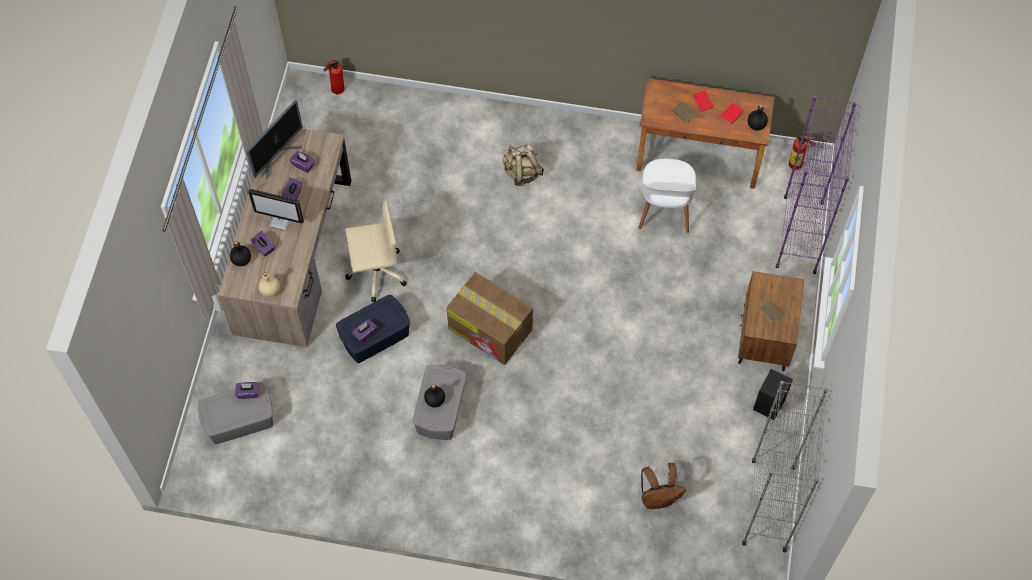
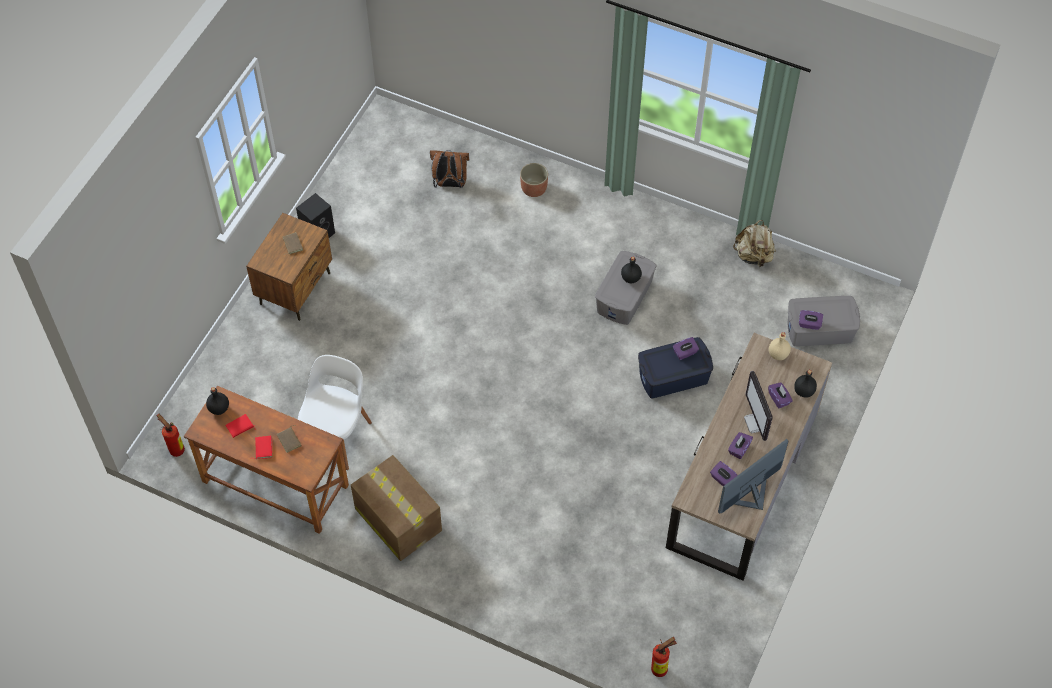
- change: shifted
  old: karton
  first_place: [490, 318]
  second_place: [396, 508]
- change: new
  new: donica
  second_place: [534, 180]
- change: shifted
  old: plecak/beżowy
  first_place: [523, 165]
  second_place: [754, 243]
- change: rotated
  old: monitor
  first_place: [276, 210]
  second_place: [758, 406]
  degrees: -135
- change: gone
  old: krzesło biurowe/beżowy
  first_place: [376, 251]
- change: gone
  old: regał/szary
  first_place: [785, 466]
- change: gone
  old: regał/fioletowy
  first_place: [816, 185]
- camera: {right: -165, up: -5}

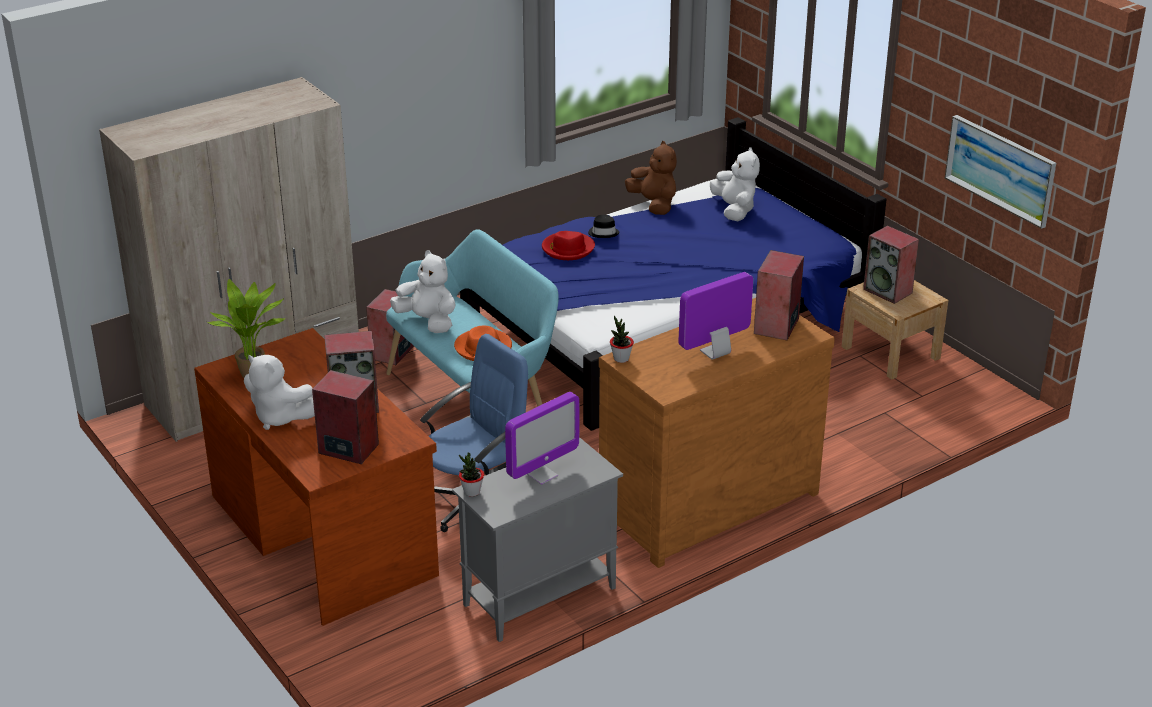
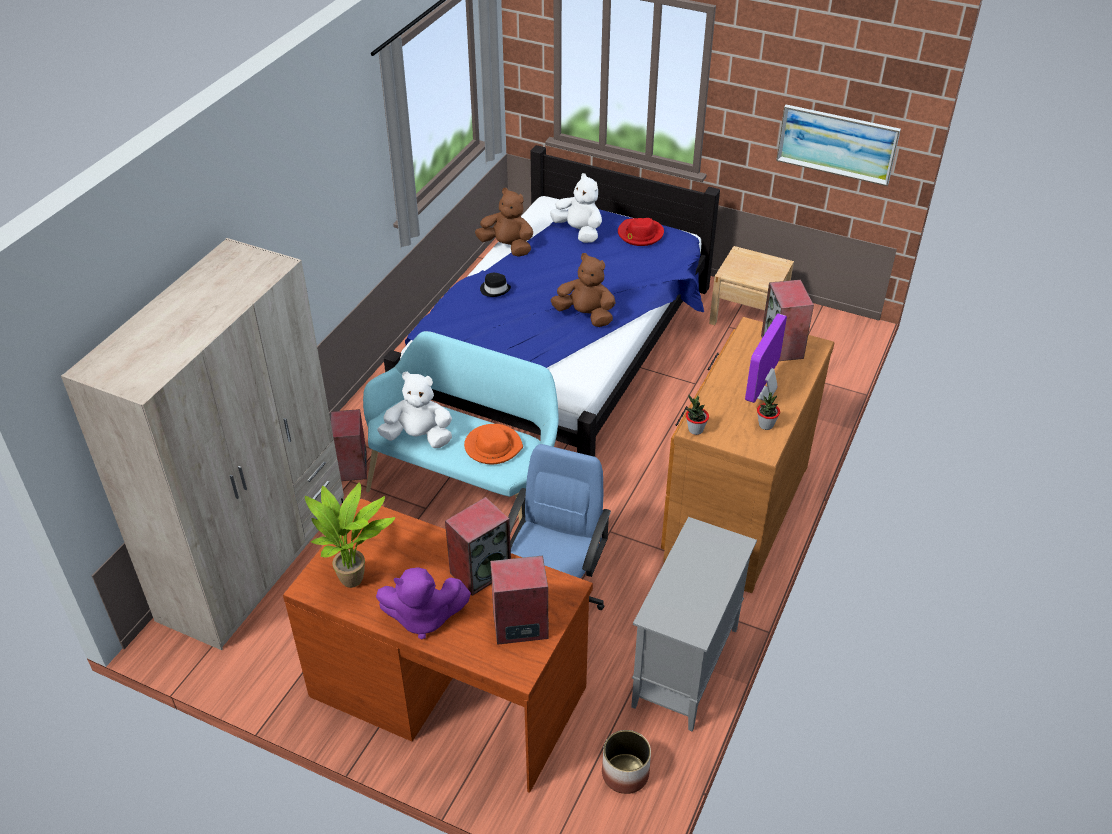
- change: repainted
  old: pluszak/biały
  new: pluszak/fioletowy
  first_place: [279, 392]
  second_place: [423, 603]
- change: new
  new: pluszak/brązowy
  second_place: [583, 290]
- change: new
  new: donica
  second_place: [626, 762]
- change: shifted
  old: kapelusz/czerwony
  first_place: [568, 245]
  second_place: [641, 232]
- change: shifted
  old: roślina doniczkowa
  first_place: [471, 475]
  second_place: [768, 411]
- change: gone
  old: monitor
  first_place: [542, 438]
- change: gone
  old: głośnik
  first_place: [891, 265]
- camera: {right: -30, up: 10}

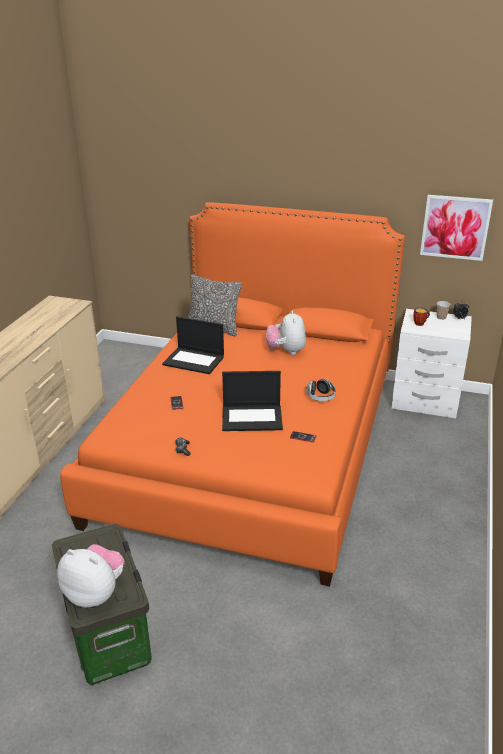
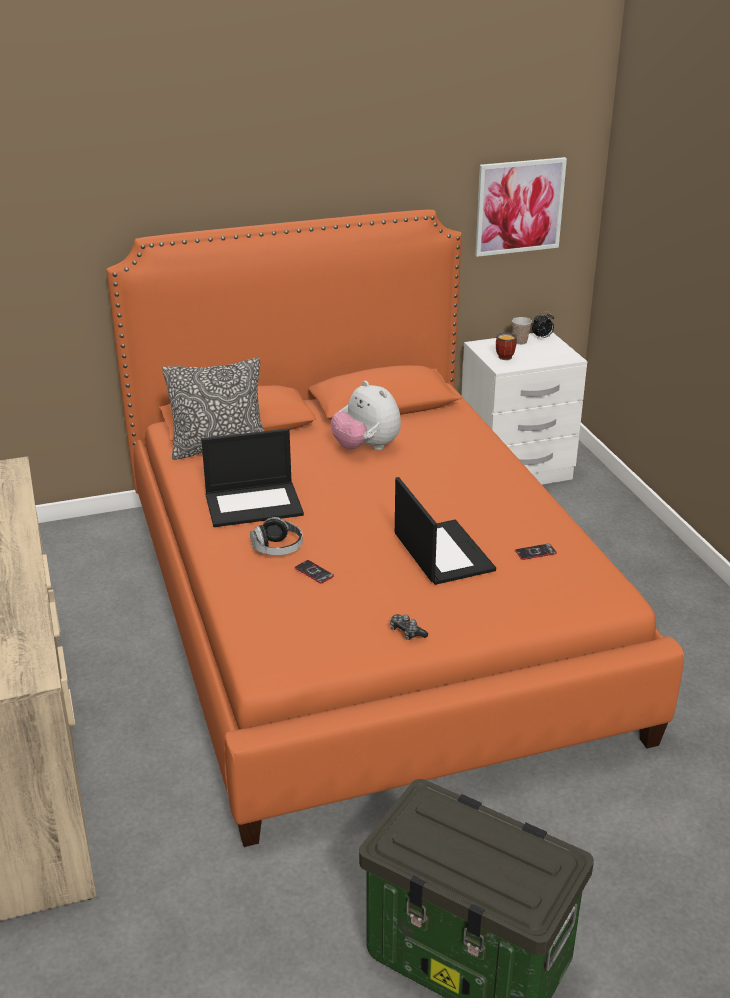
- change: shifted
  old: słuchawki
  first_place: [321, 390]
  second_place: [276, 536]
- change: rotated
  old: laptop
  first_place: [252, 401]
  second_place: [445, 531]
  degrees: -75
- change: gone
  old: pluszak
  first_place: [91, 575]
- camera: {right: -35, up: 0}

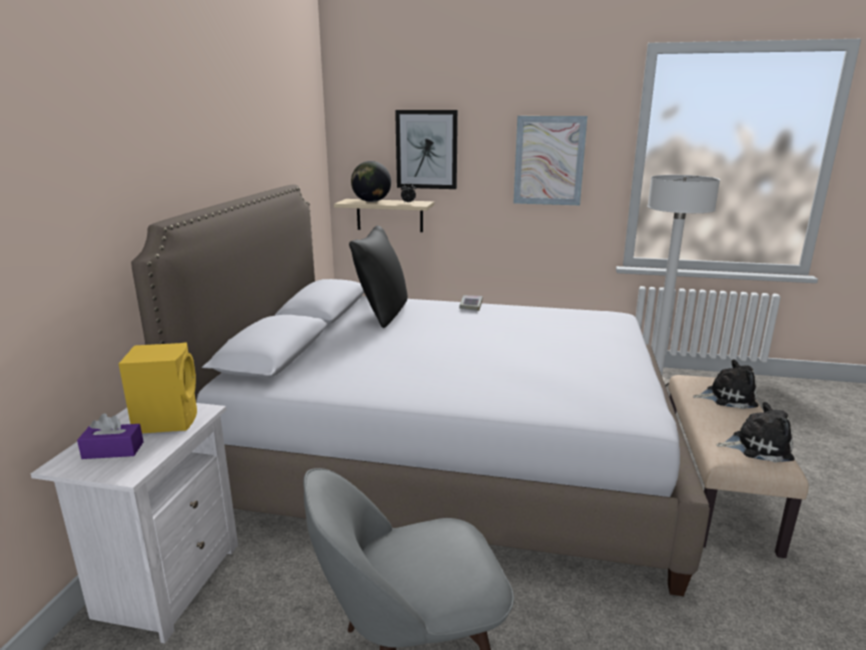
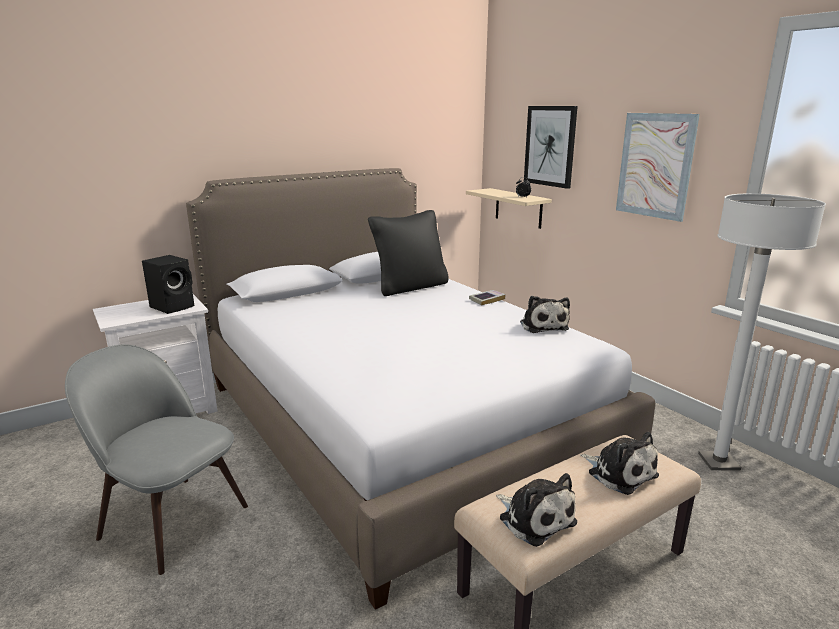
- change: repainted
  old: głośnik/żółty
  new: głośnik/czarny
  first_place: [158, 387]
  second_place: [168, 284]
- change: new
  new: pluszak
  second_place: [545, 314]
- change: gone
  old: pudełko chusteczek/fioletowy
  first_place: [110, 436]
- change: gone
  old: globus
  first_place: [371, 181]
- camera: {right: 45, up: 0}

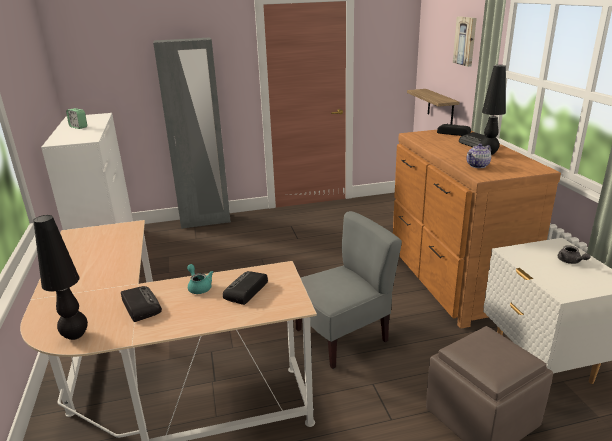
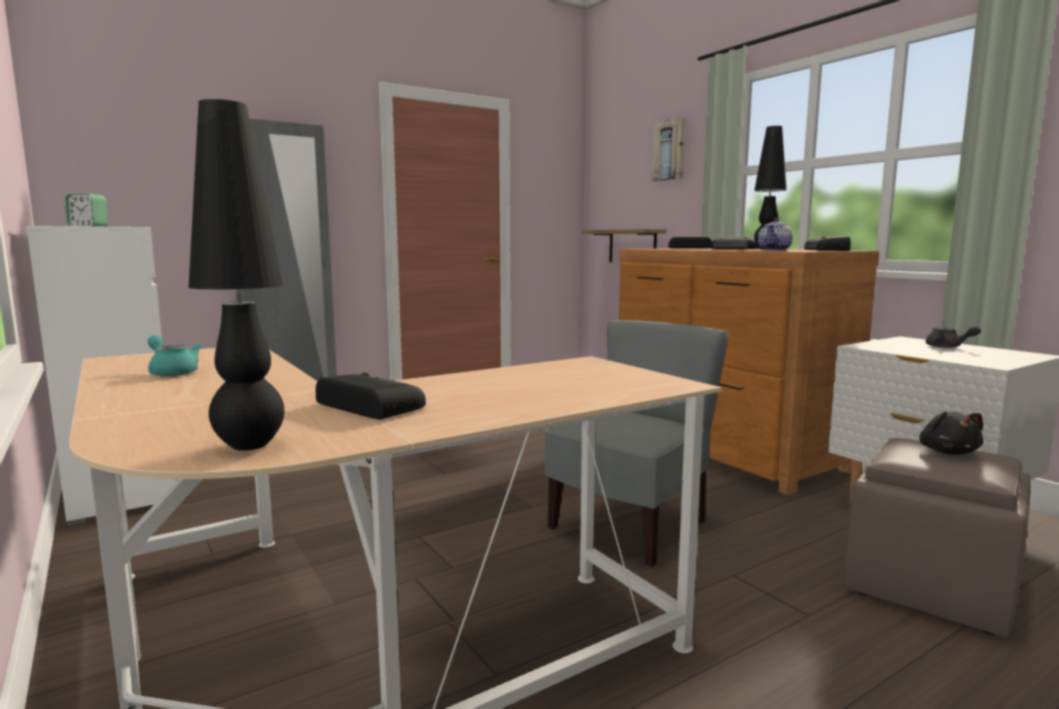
- change: shifted
  old: imbryk/turkusowy
  first_place: [200, 279]
  second_place: [175, 355]
- change: shifted
  old: radio
  first_place: [245, 288]
  second_place: [827, 243]
- change: new
  new: pluszak/czarny
  second_place: [952, 433]
- camera: {right: -20, up: -15}

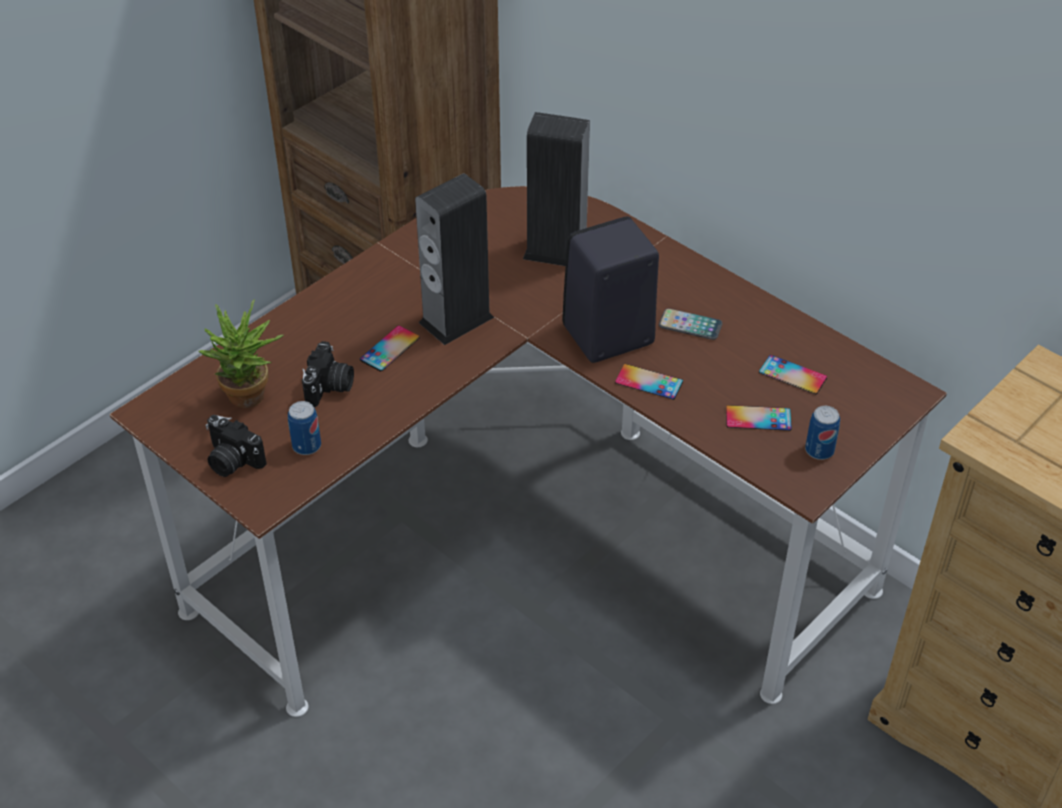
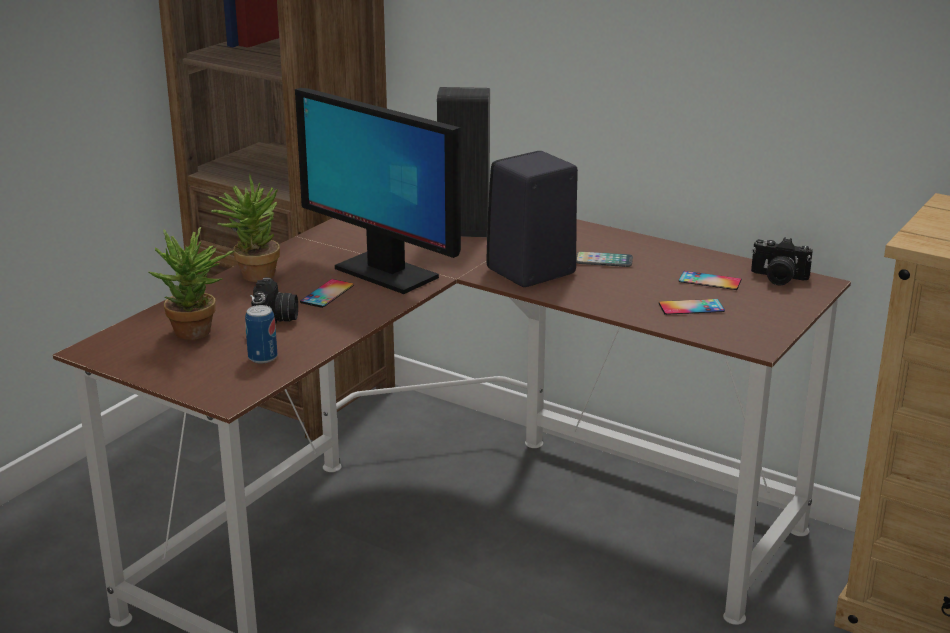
- change: new
  new: roślina doniczkowa
  second_place: [244, 228]
- change: swapped
  old: głośnik
  new: monitor
  first_place: [454, 259]
  second_place: [378, 191]
- change: shifted
  old: aparat fotograficzny
  first_place: [235, 446]
  second_place: [782, 261]
- change: gone
  old: telefon
  first_place: [649, 382]
- change: gone
  old: puszka
  first_place: [822, 433]
- camera: {right: -10, up: -20}

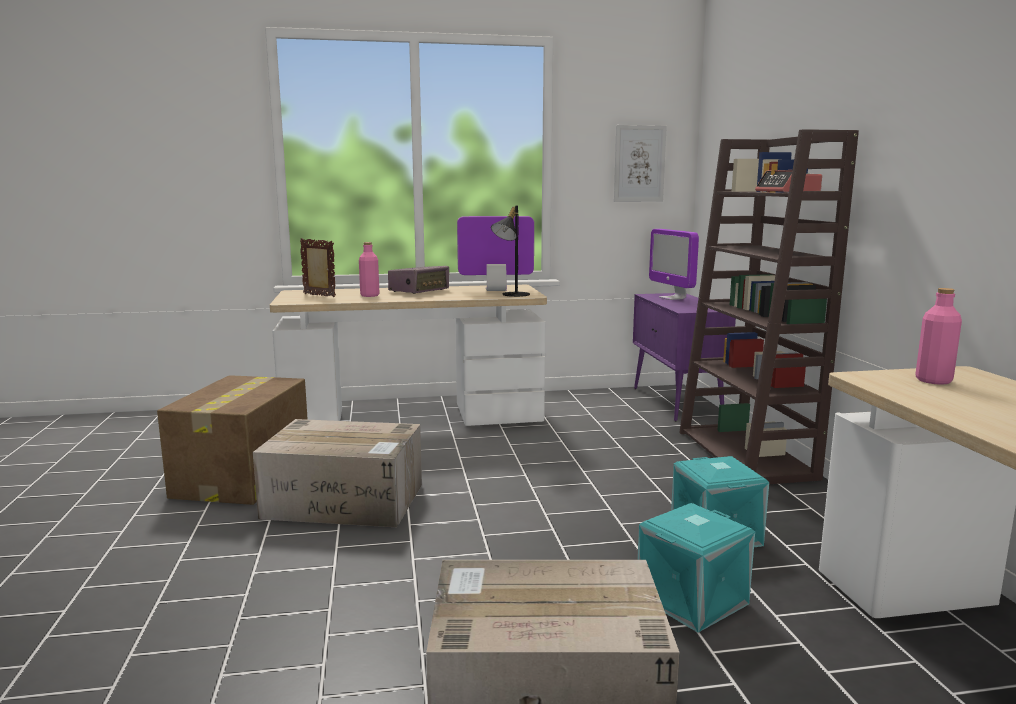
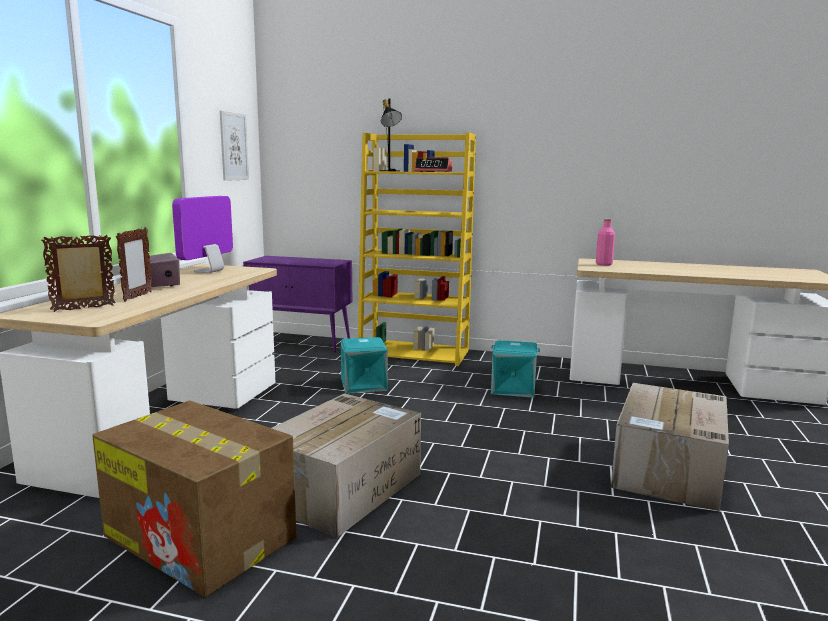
- change: swapped
  old: butelka/różowy
  new: ramka na zdjęcie
  first_place: [369, 269]
  second_place: [134, 264]
- change: shifted
  old: pojemnik do przechowywania/turkusowy
  first_place: [696, 568]
  second_place: [364, 365]
- change: repainted
  old: regał/brązowy
  new: regał/żółty
  first_place: [769, 306]
  second_place: [417, 249]
- change: shifted
  old: lampa stołowa/czarny
  first_place: [510, 251]
  second_place: [391, 134]
- change: gone
  old: monitor
  first_place: [674, 264]
- camera: {right: -65, up: 0}

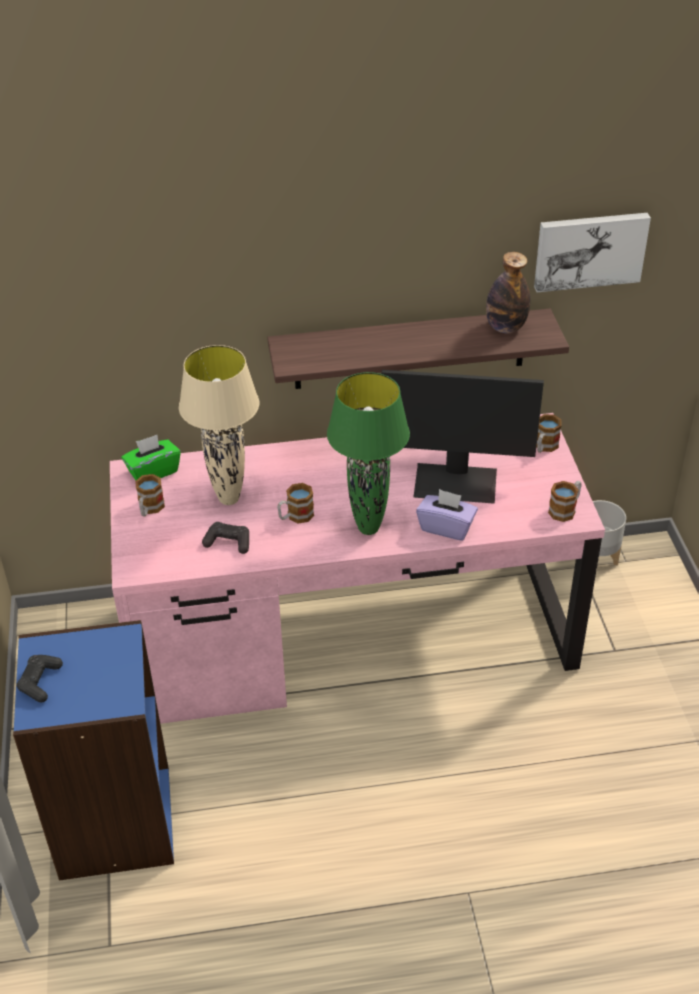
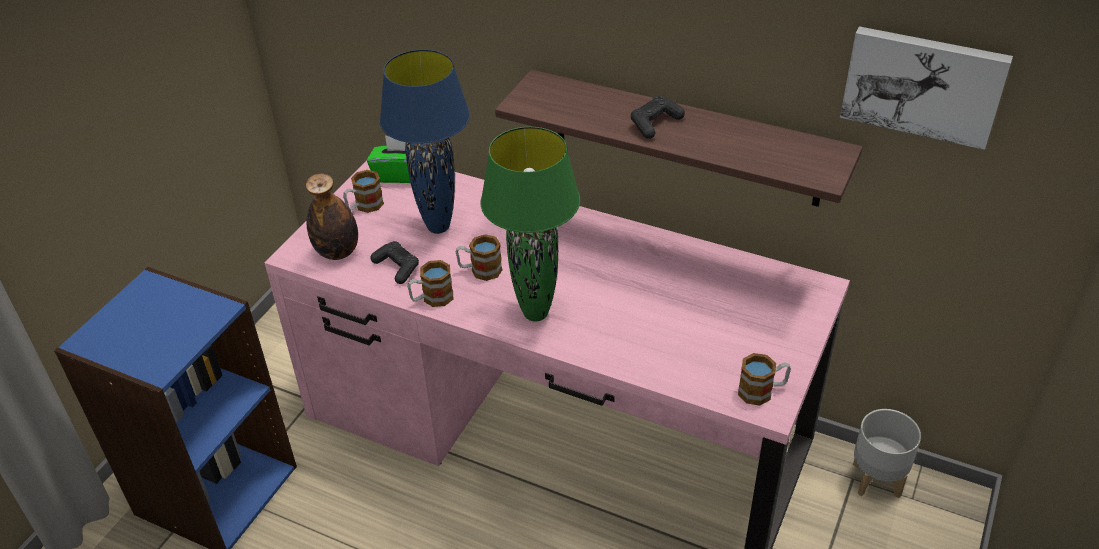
- change: shifted
  old: butelka
  first_place: [508, 292]
  second_place: [332, 217]
- change: repainted
  old: lampa stołowa/beżowy
  new: lampa stołowa/niebieski
  first_place: [219, 425]
  second_place: [425, 141]
- change: shifted
  old: kubek
  first_place: [549, 433]
  second_place: [430, 283]
- change: shifted
  old: pad do gier/czarny
  first_place: [39, 678]
  second_place: [658, 117]
- change: gone
  old: monitor
  first_place: [462, 437]
- change: gone
  old: pudełko chusteczek/fioletowy
  first_place: [447, 515]
- camera: {right: 35, up: 0}

